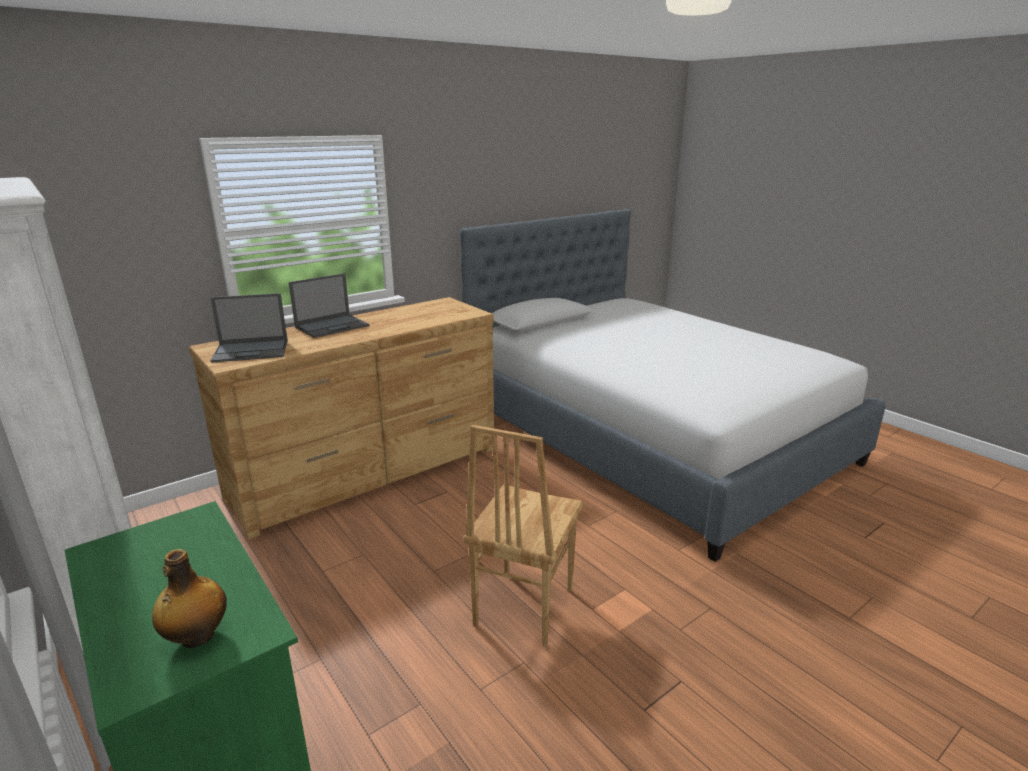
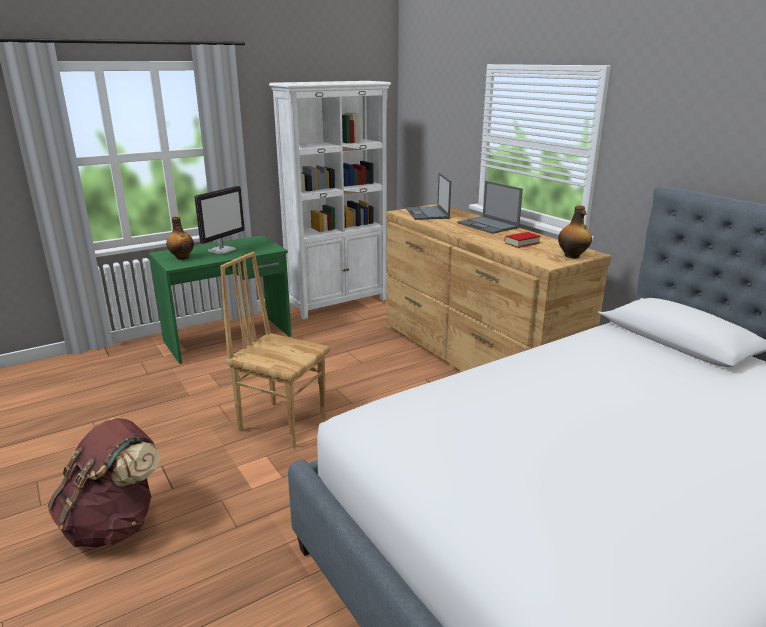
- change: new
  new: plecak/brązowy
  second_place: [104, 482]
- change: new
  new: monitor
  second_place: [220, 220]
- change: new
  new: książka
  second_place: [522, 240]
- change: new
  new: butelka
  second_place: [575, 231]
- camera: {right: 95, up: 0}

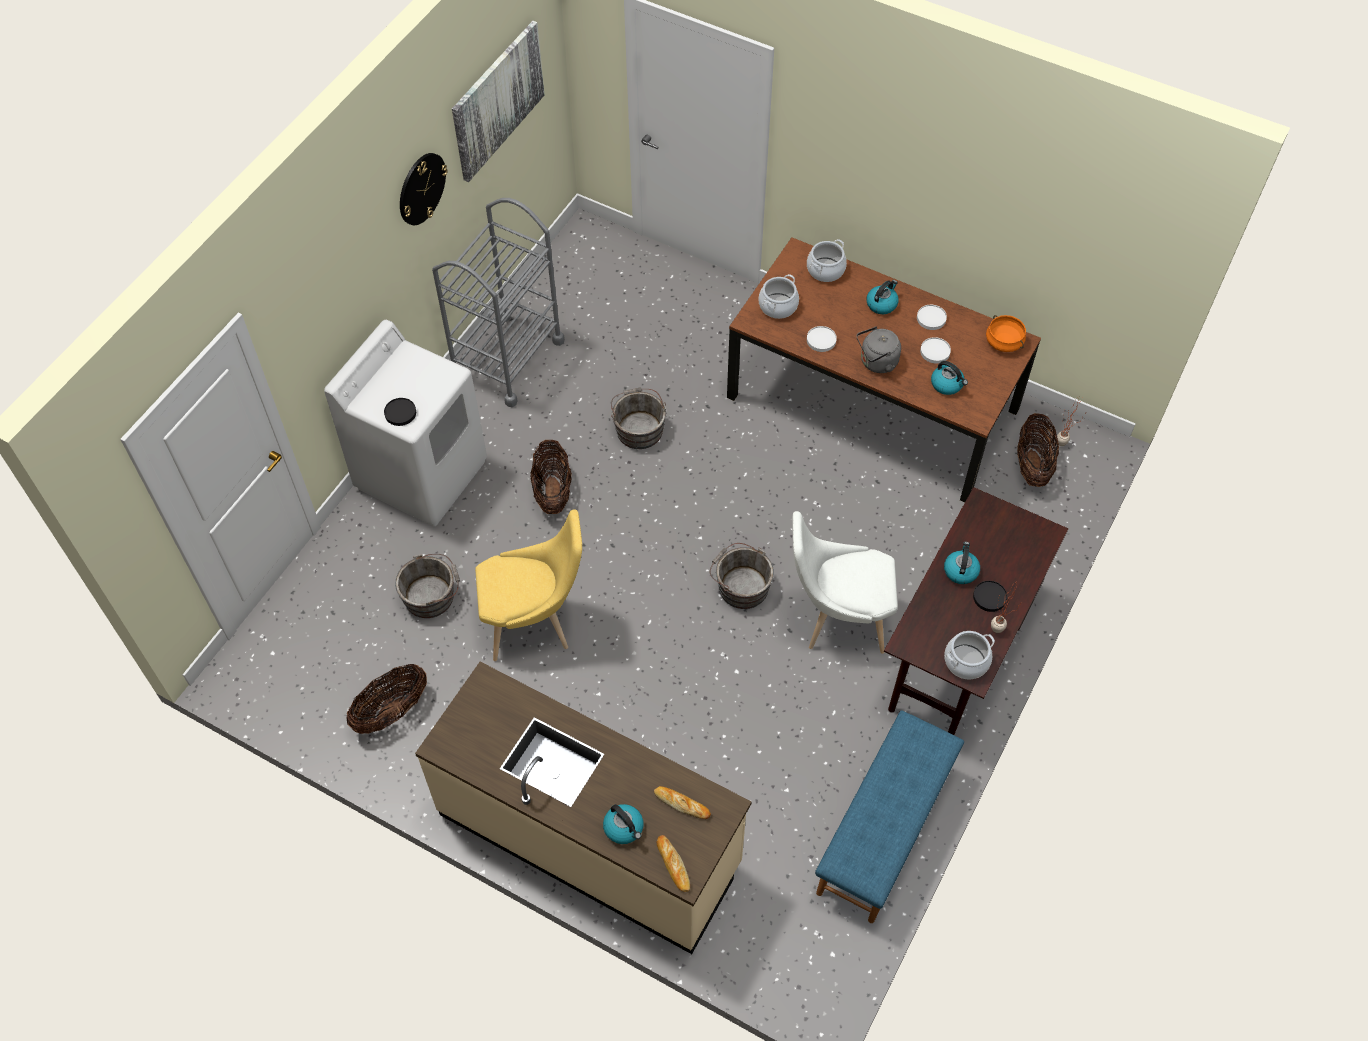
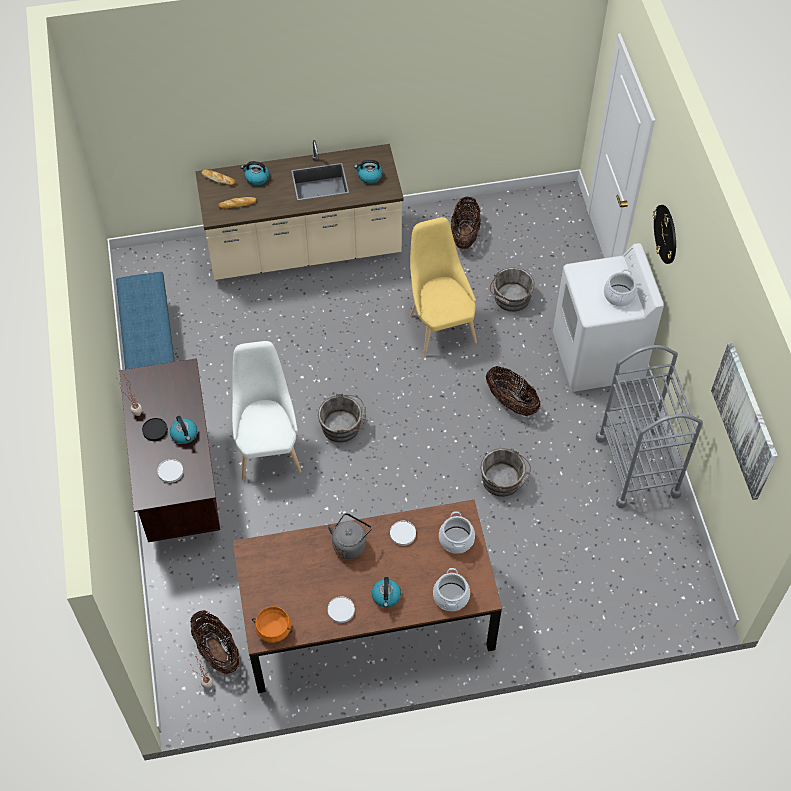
- change: shifted
  old: talerz/biały
  first_place: [935, 350]
  second_place: [170, 471]
- change: rotated
  old: krzesło/biały
  first_place: [845, 582]
  second_place: [267, 410]
  degrees: -60
- change: shifted
  old: czajnik
  first_place: [949, 378]
  second_place: [368, 171]
- change: rotated
  old: krzesło/żółty
  first_place: [528, 585]
  second_place: [443, 287]
  degrees: 120
- change: shifted
  old: garnek
  first_place: [969, 655]
  second_place: [620, 288]
- change: shifted
  old: zegar ścienny
  first_place: [424, 189]
  second_place: [664, 234]
- change: gone
  old: talerz/czarny
  first_place: [400, 412]
- camera: {right: 140, up: 0}

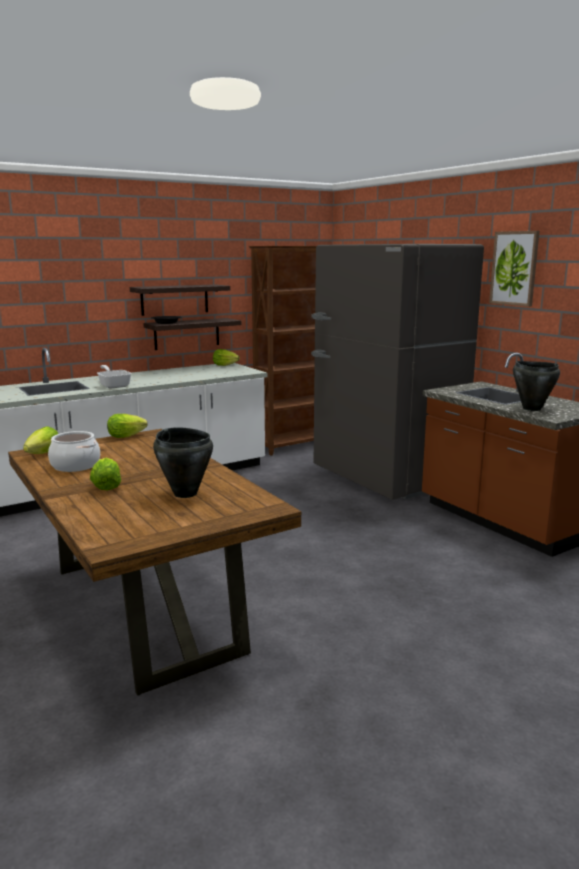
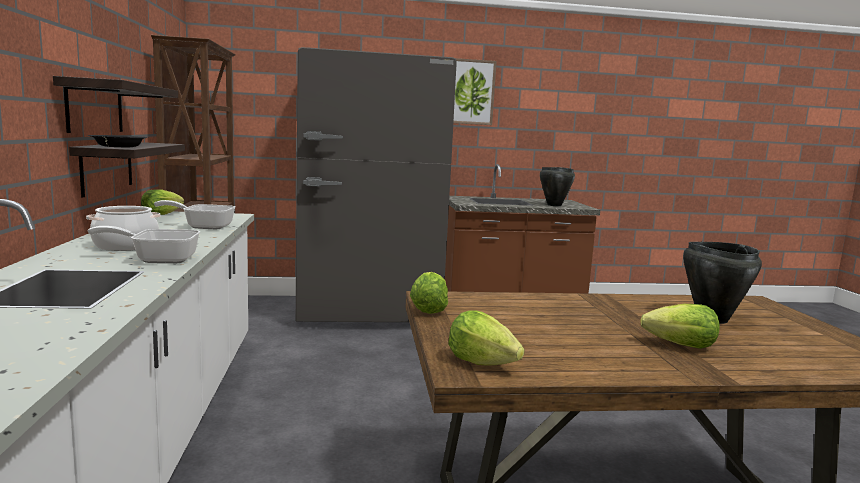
- change: shifted
  old: garnek
  first_place: [74, 451]
  second_place: [123, 228]
- change: new
  new: patelnia
  second_place: [194, 214]
- camera: {right: -65, up: -5}

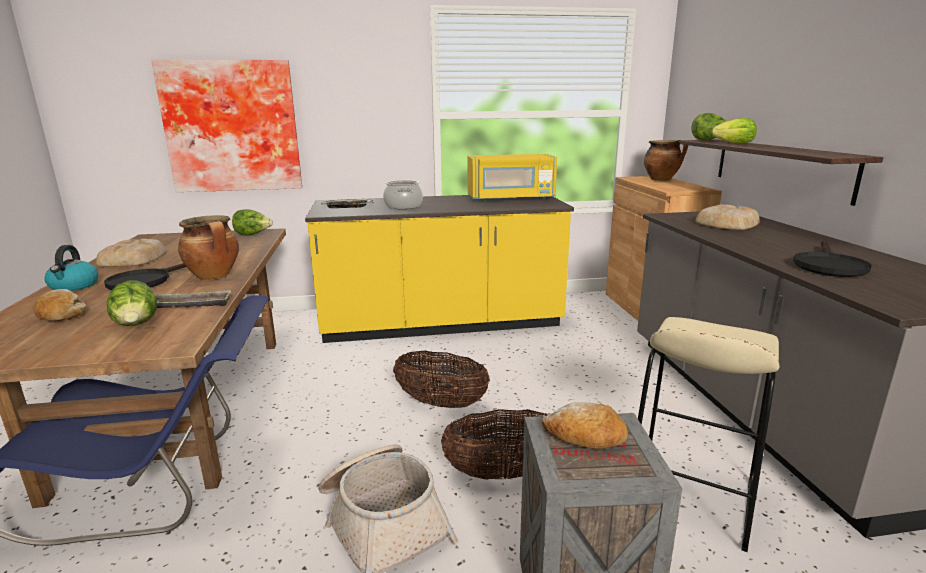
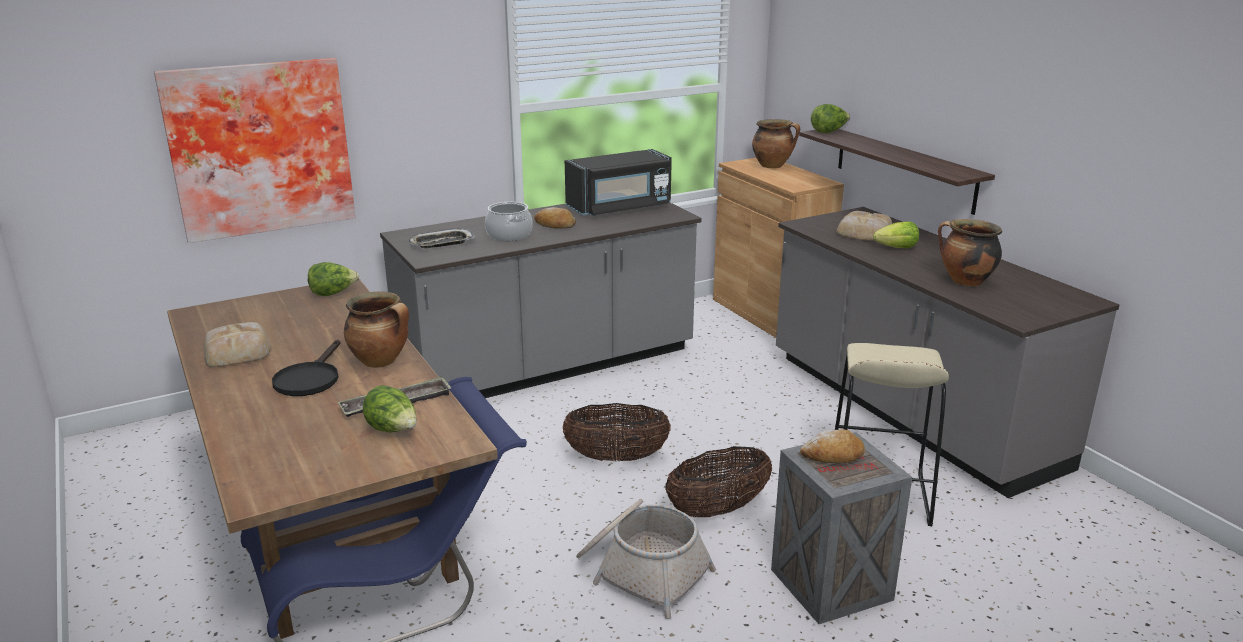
- change: repainted
  old: zabudowa kuchenna/żółty
  new: zabudowa kuchenna/szary
  first_place: [439, 269]
  second_place: [541, 300]
- change: shifted
  old: chleb
  first_place: [59, 305]
  second_place: [555, 218]
- change: repainted
  old: mikrofalówka/żółty
  new: mikrofalówka/czarny
  first_place: [512, 177]
  second_place: [618, 182]
- change: shifted
  old: sałata
  first_place: [734, 131]
  second_place: [896, 234]
- change: swapped
  old: patelnia/czarny
  new: garnek
  first_place: [832, 259]
  second_place: [970, 252]
- change: gone
  old: czajnik
  first_place: [71, 268]
- camera: {right: -20, up: 5}

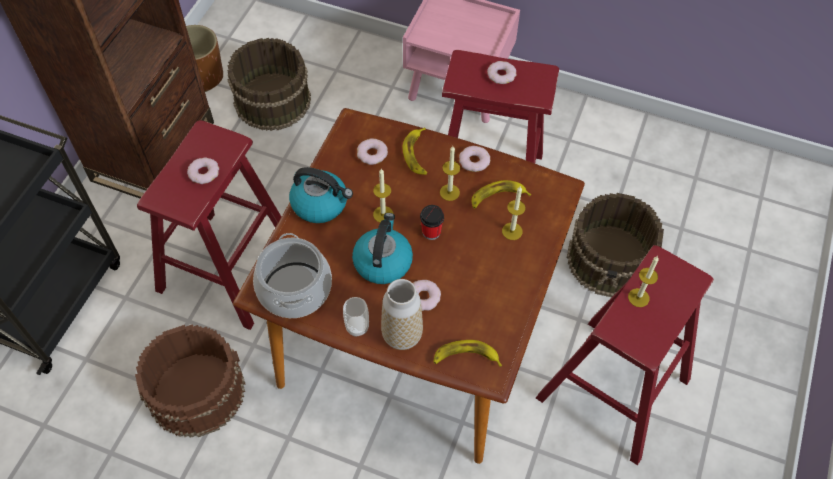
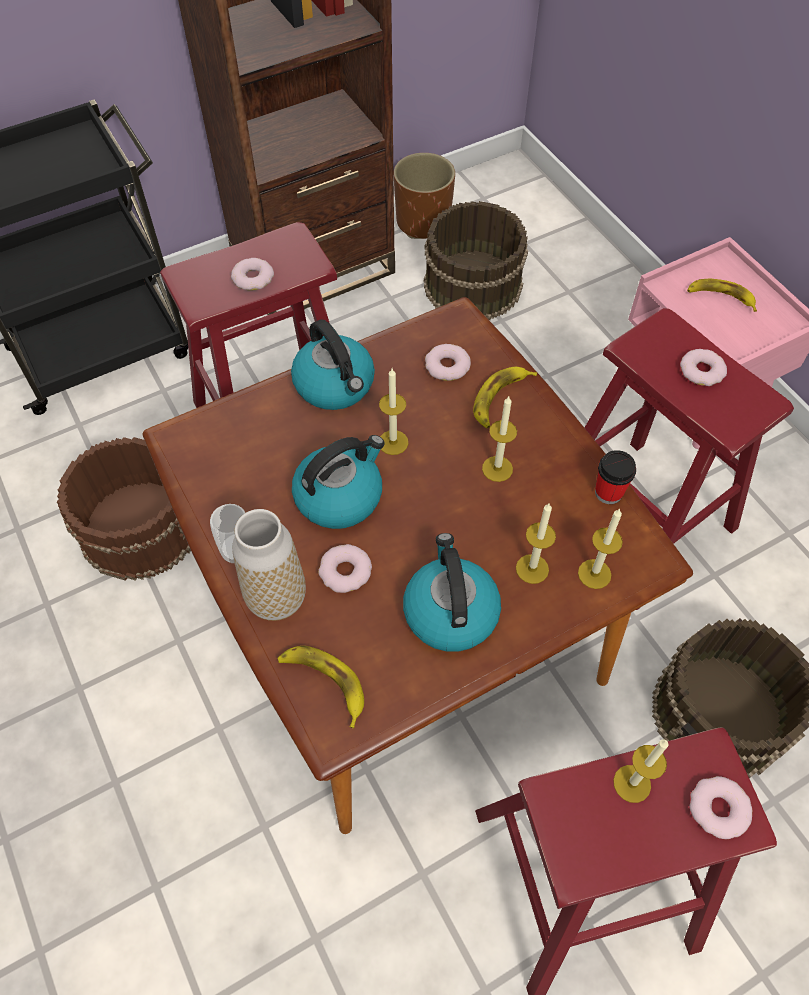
- change: new
  new: czajnik
  second_place: [452, 592]
- change: new
  new: świeca
  second_place: [600, 548]
- change: shifted
  old: filiżanka
  first_place: [432, 222]
  second_place: [615, 477]
- change: shifted
  old: banan
  first_place: [501, 194]
  second_place: [722, 295]
- change: shifted
  old: donut
  first_place: [474, 159]
  second_place: [721, 807]
- change: gone
  old: garnek
  first_place: [292, 275]
- camera: {right: 40, up: 0}

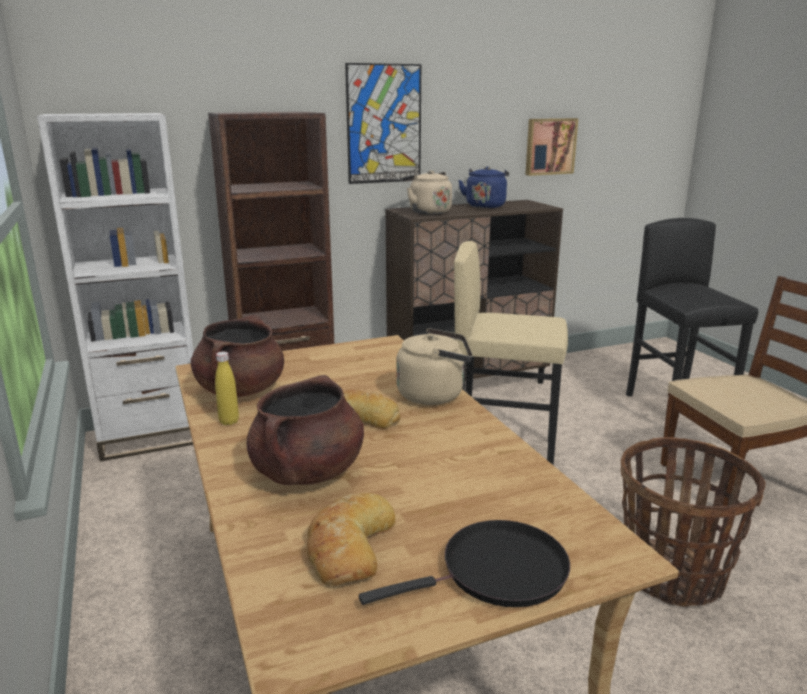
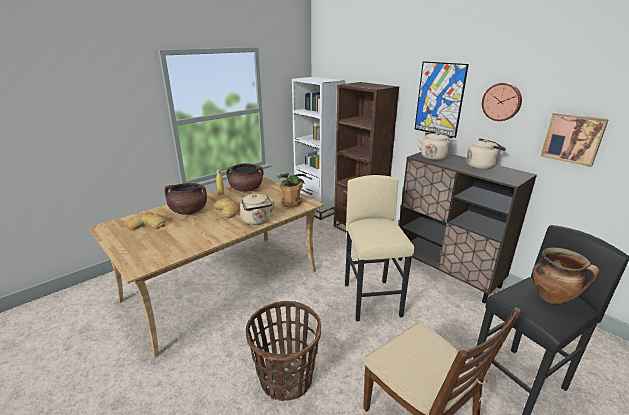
- change: new
  new: roślina doniczkowa
  second_place: [292, 190]
- change: repainted
  old: czajnik/niebieski
  new: czajnik/beżowy
  first_place: [483, 187]
  second_place: [486, 154]
- change: new
  new: zegar ścienny
  second_place: [502, 102]
- change: new
  new: garnek
  second_place: [566, 275]
- change: gone
  old: patelnia/czarny
  first_place: [464, 563]
- camera: {right: 70, up: 5}

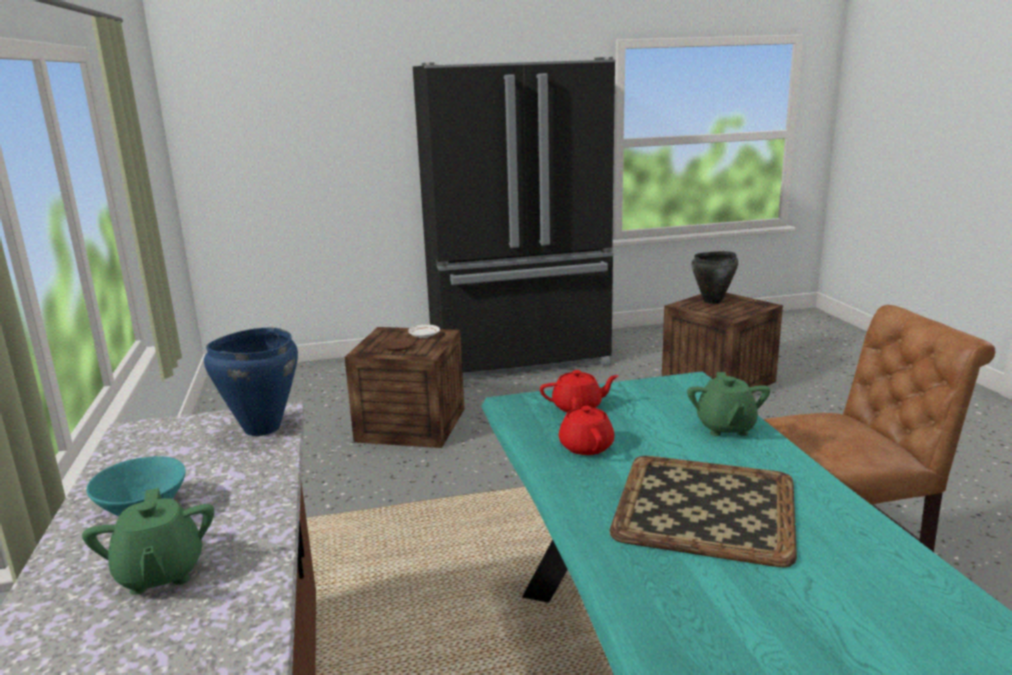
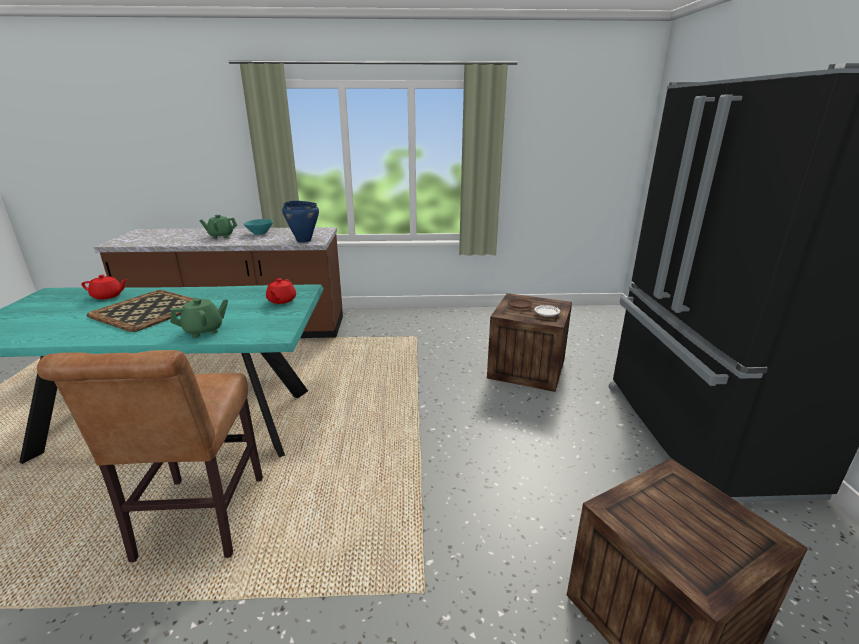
- change: shifted
  old: imbryk/czerwony
  first_place: [587, 426]
  second_place: [105, 287]
- change: rotated
  old: imbryk/zielony
  first_place: [728, 404]
  second_place: [199, 317]
  degrees: 135
- change: gone
  old: garnek/czarny
  first_place: [714, 277]
- camera: {right: 100, up: 5}

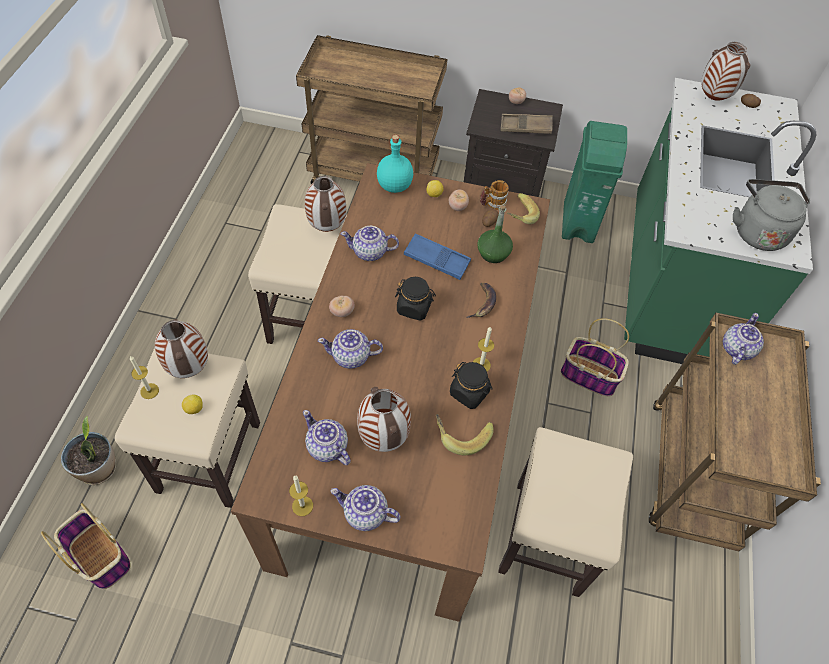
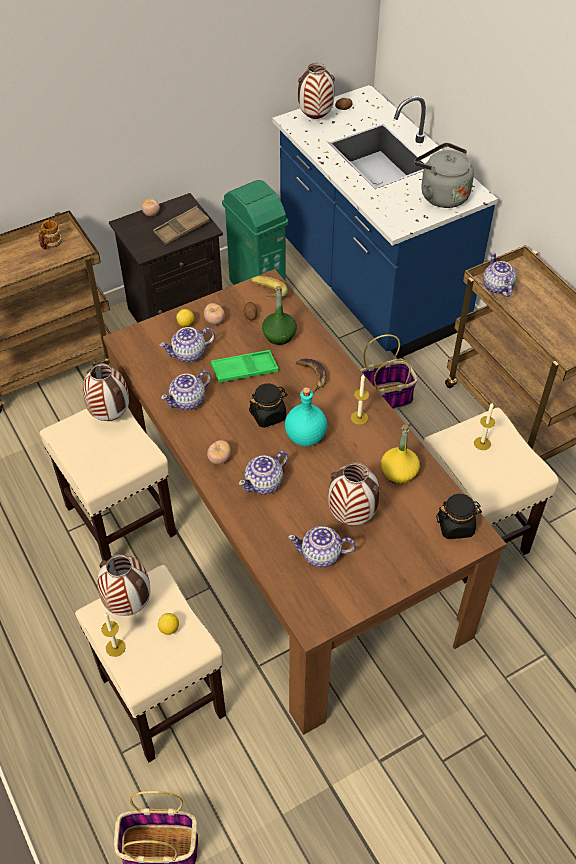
- change: shifted
  old: kubek
  first_place: [494, 195]
  second_place: [50, 235]
- change: shifted
  old: imbryk
  first_place: [365, 508]
  second_place: [187, 344]
- change: repainted
  old: taca/niebieski
  new: taca/zielony
  first_place: [437, 256]
  second_place: [245, 366]
- change: repainted
  old: zabudowa kuchenna/zielony
  new: zabudowa kuchenna/niebieski
  first_place: [720, 221]
  second_place: [385, 222]
- change: shifted
  old: butelka/turkusowy
  first_place: [395, 164]
  second_place: [306, 416]
- change: swapped
  old: banan
  new: butelka/żółty
  first_place: [465, 434]
  second_place: [400, 454]
- change: shifted
  old: słoik/czarny
  first_place: [471, 385]
  second_place: [459, 516]
- change: shifted
  old: świeca
  first_place: [301, 496]
  second_place: [484, 426]
- change: gone
  old: roślina doniczkowa
  first_place: [88, 450]
- camera: {right: -40, up: -5}

